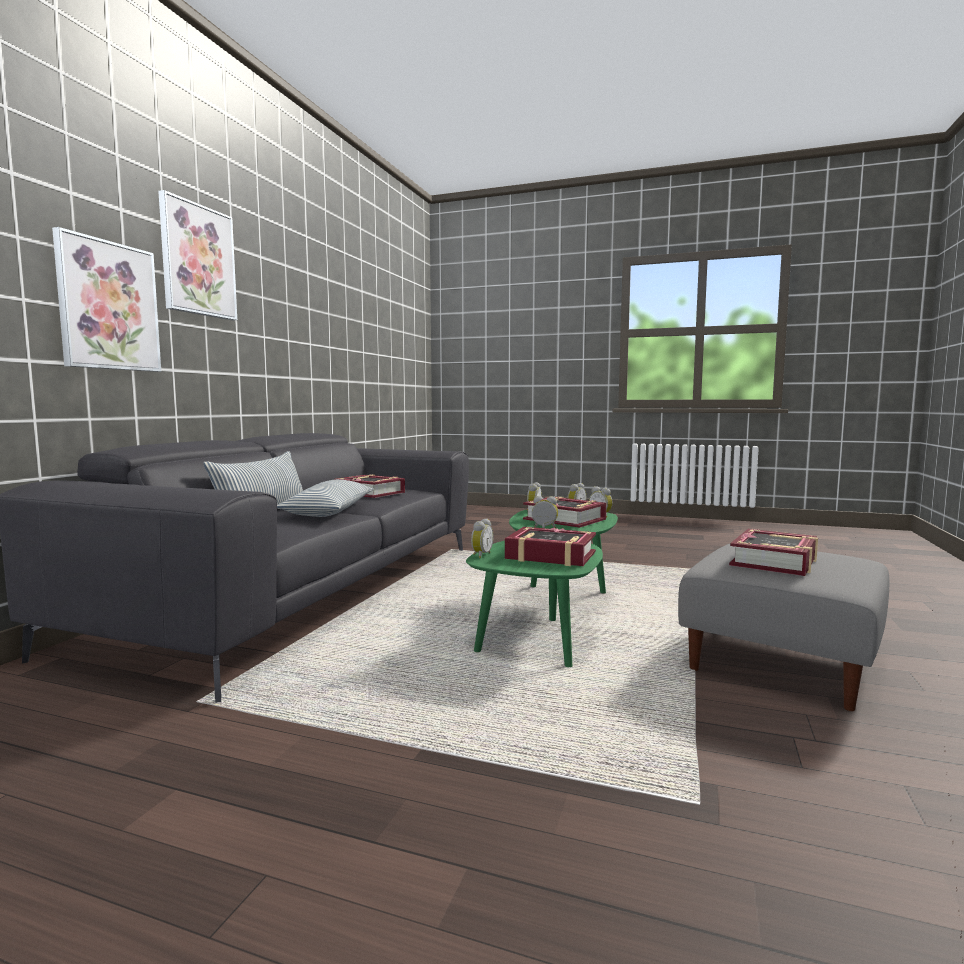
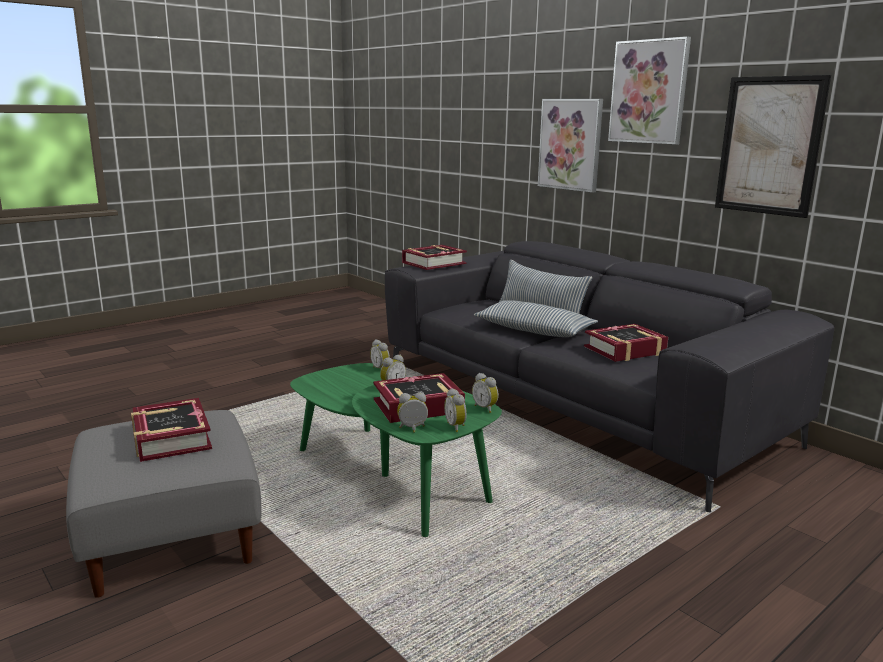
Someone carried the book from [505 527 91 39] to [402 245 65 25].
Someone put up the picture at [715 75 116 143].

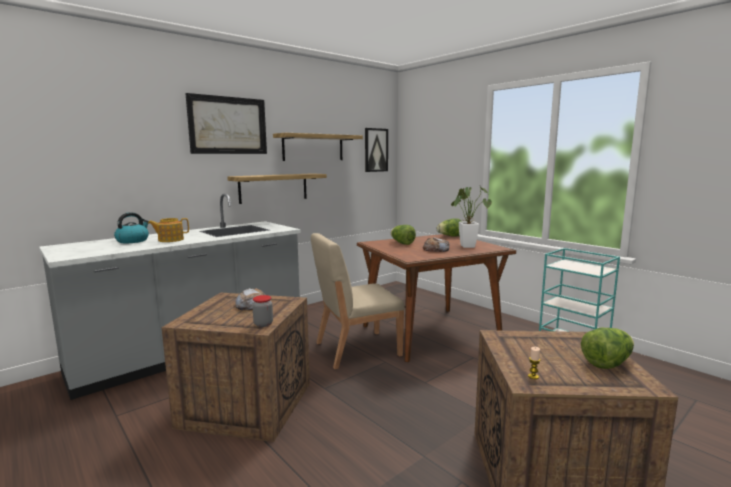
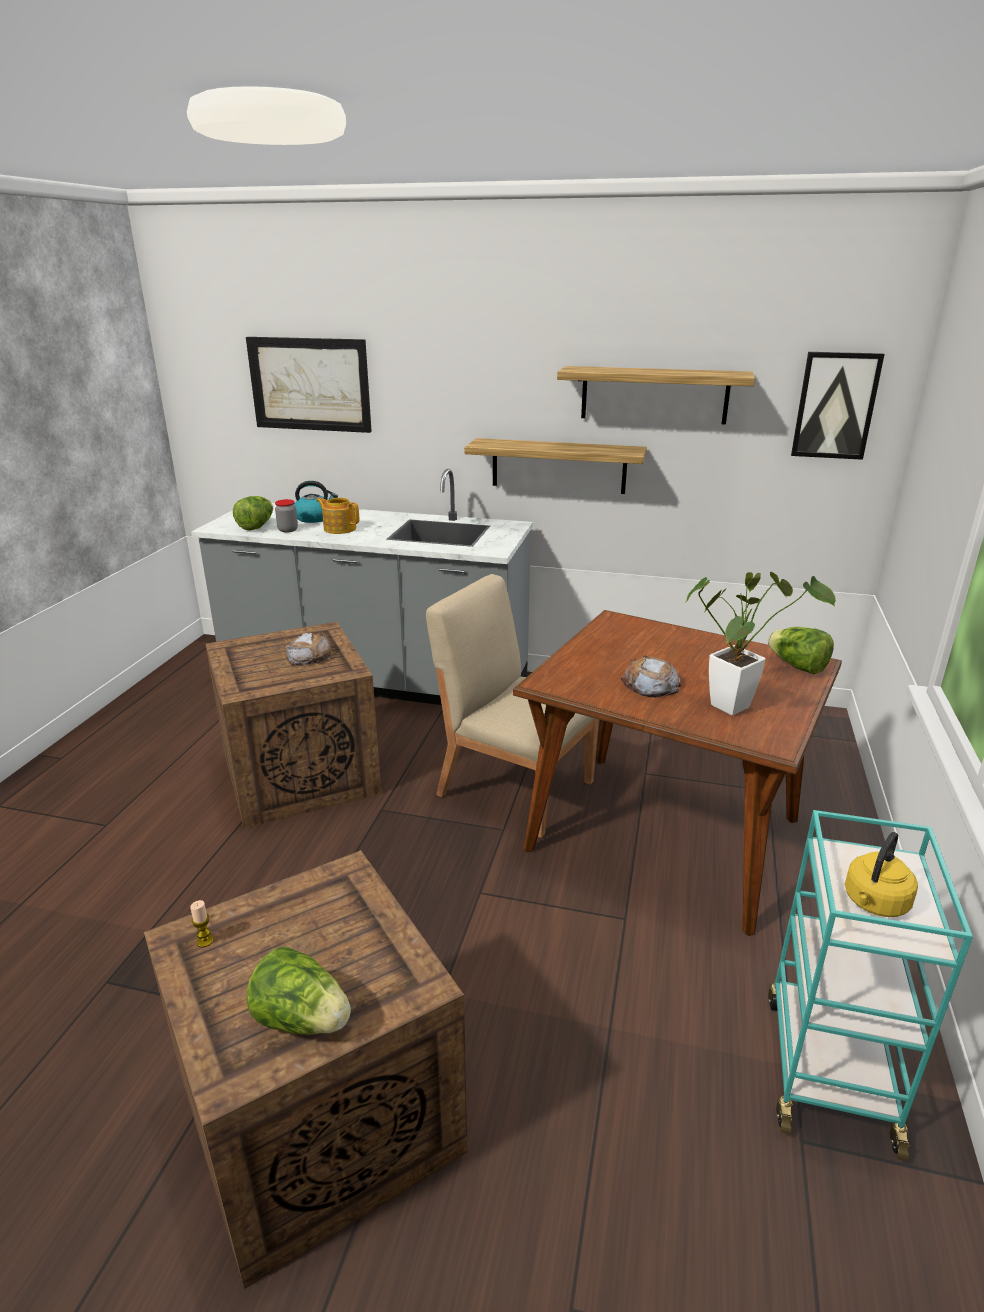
Someone carried the picture from [185 93 82 61] to [246 337 126 96].
Someone carried the jar from [252 295 21 32] to [275 499 23 34].
Someone carried the lettuce from [391 225 25 20] to [233 496 40 35].
Someone put down the yellow kettle at [845 832 73 85].

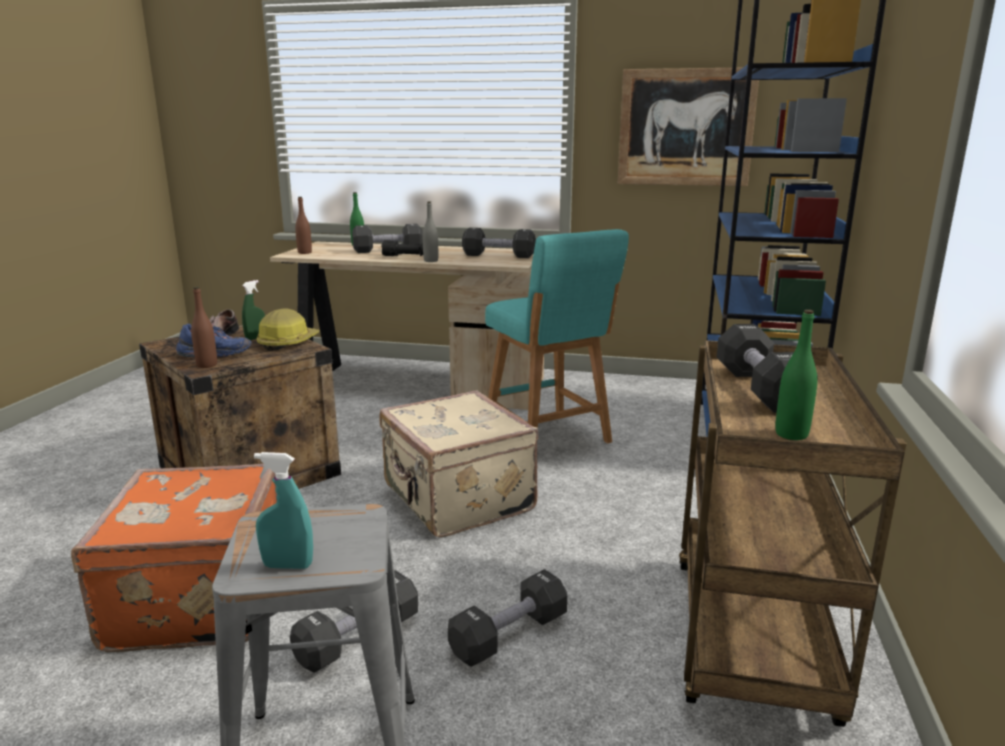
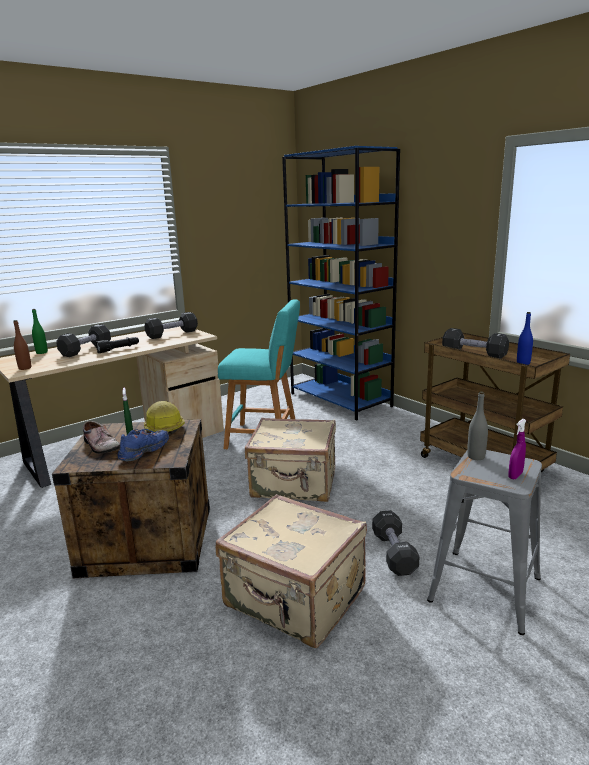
Someone repainted the orange suitcase at [71 464 206 188], which became the beige suitcase at [216 494 151 154].
Someone took away the brown bottle at [191 287 26 81].
Someone repainted the turquoise spray bottle at [254 452 59 117], which became the purple spray bottle at [508 419 18 60].
Someone carried the grey bottle from [423 201 15 61] to [467 391 21 69].
Someone took away the black dumbbell at [448 569 119 98].
Someone took away the picture at [618 67 141 119].
Someone repainted the green bottle at [775 310 42 130], which became the blue bottle at [517 312 16 53].

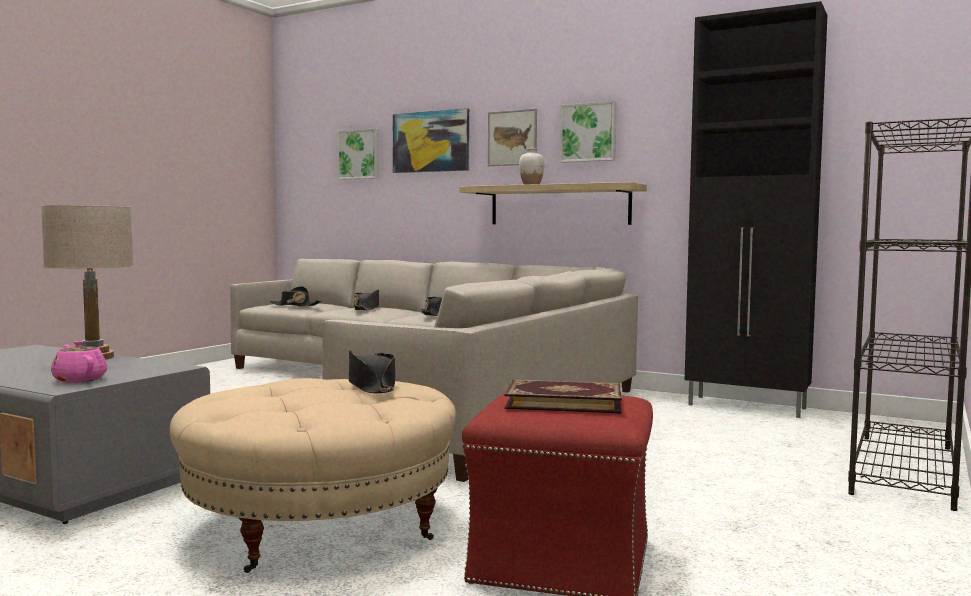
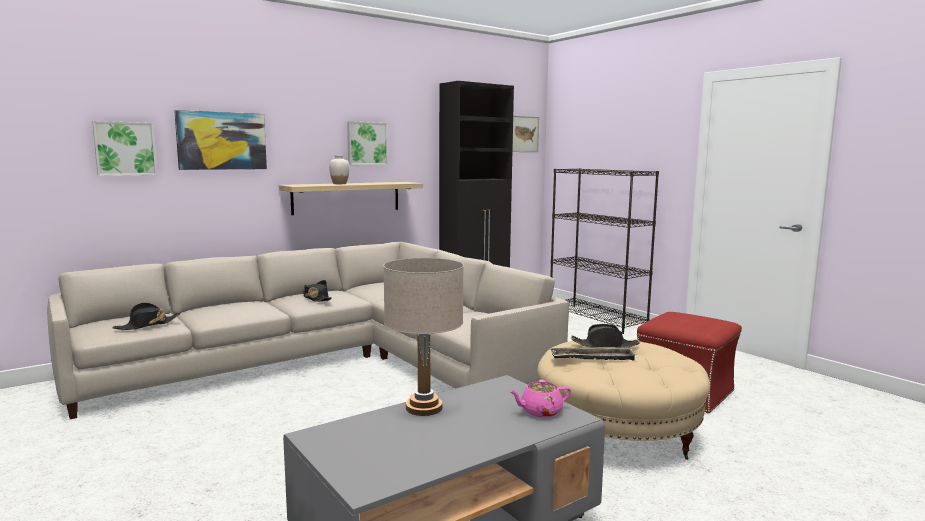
Someone took away the black hat at [353 290 26 20].
Someone carried the picture from [488 109 49 57] to [512 116 27 36].
Someone took away the book at [505 380 117 34].
Someone put down the tray at [550 347 87 14].

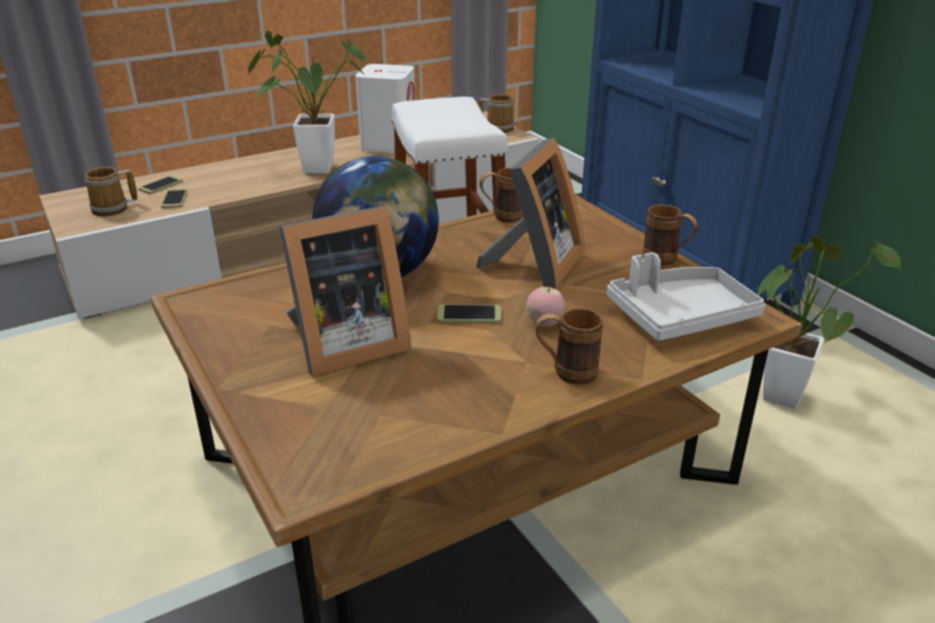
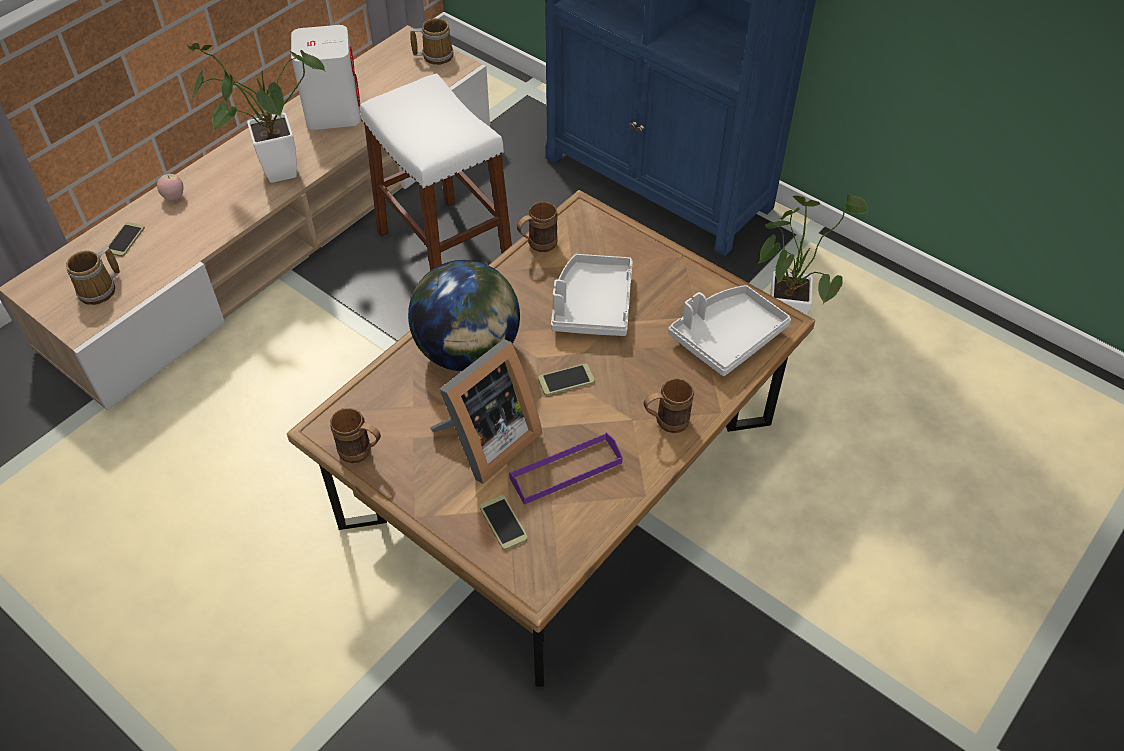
Someone carried the phone from [161 189 27 19] to [480 495 48 55].
Someone swapped the picture frame at [476 138 109 151] for the grey tray at [551 254 82 82].
Someone carried the apple from [527 286 38 41] to [157 174 26 27].
Someone carried the brown mug from [643 204 55 62] to [330 408 51 55].
Someone put down the purple tray at [509 432 114 73].

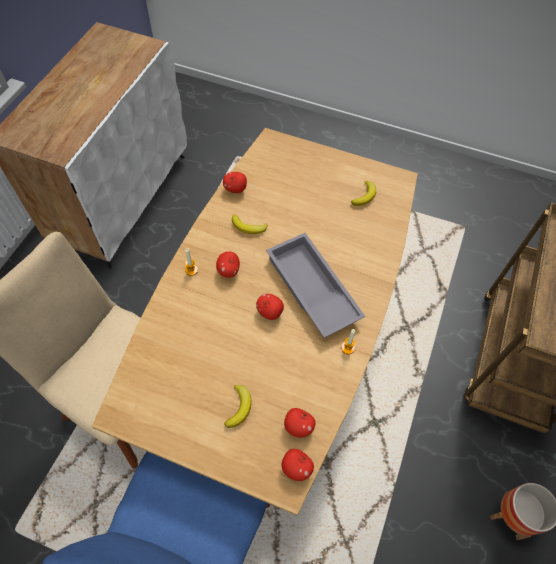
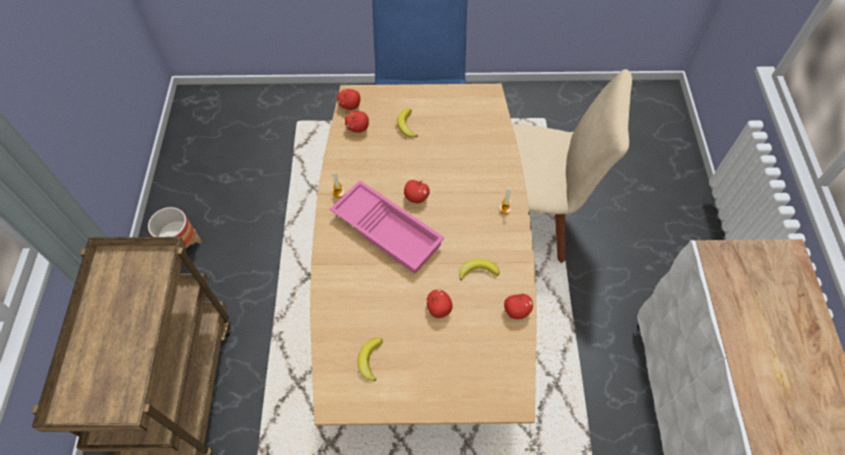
Someone carried the apple from [216 251 24 27] to [427 290 25 28].
Someone repainted the grey tray at [266 233 99 105], which became the pink tray at [330 180 115 94].

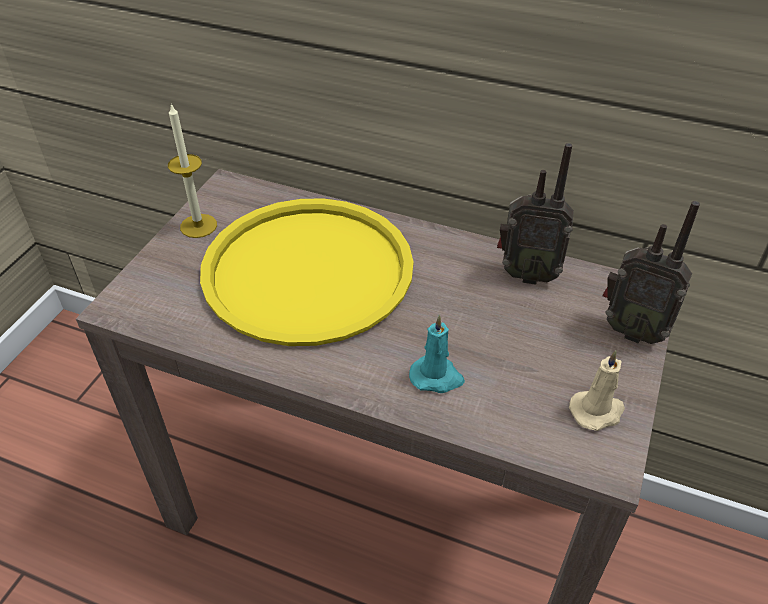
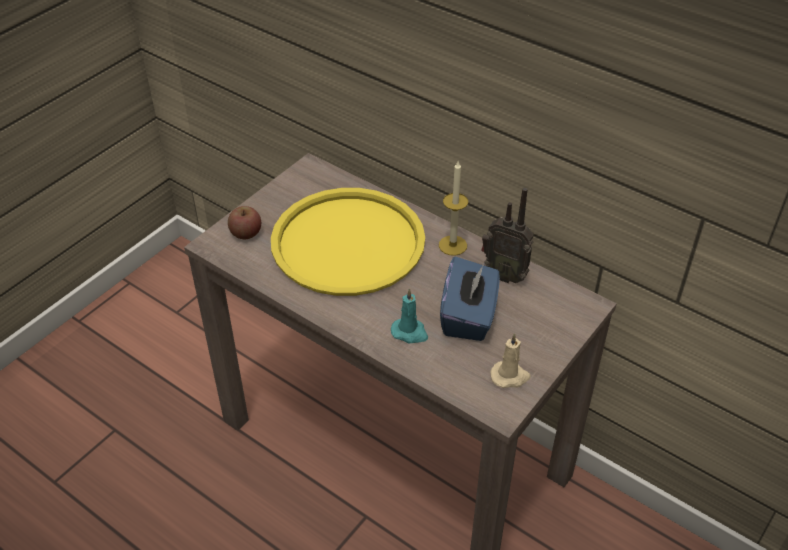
Someone carried the candle from [168 104 49 134] to [439 162 29 94].
Someone took away the radio at [603 201 97 143].
Someone put down the apple at [228 206 33 33].
Someone put down the blue tissue box at [440 256 60 85].

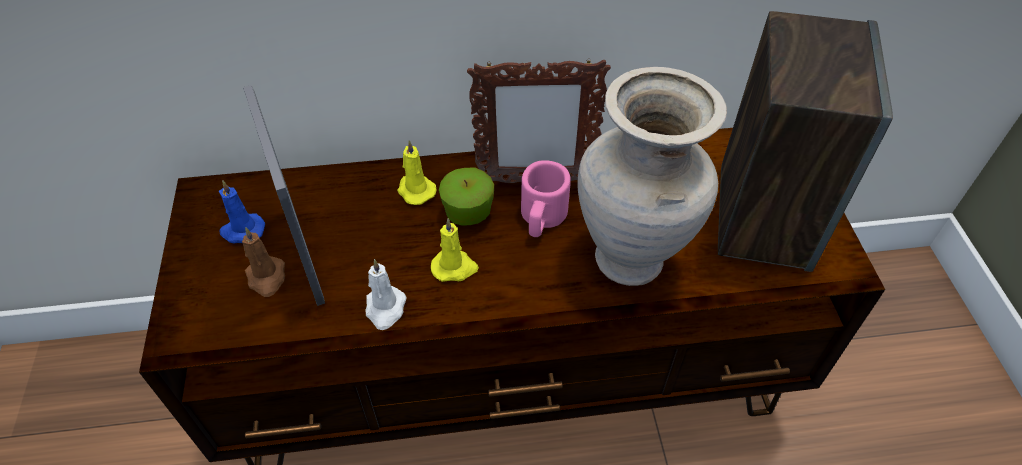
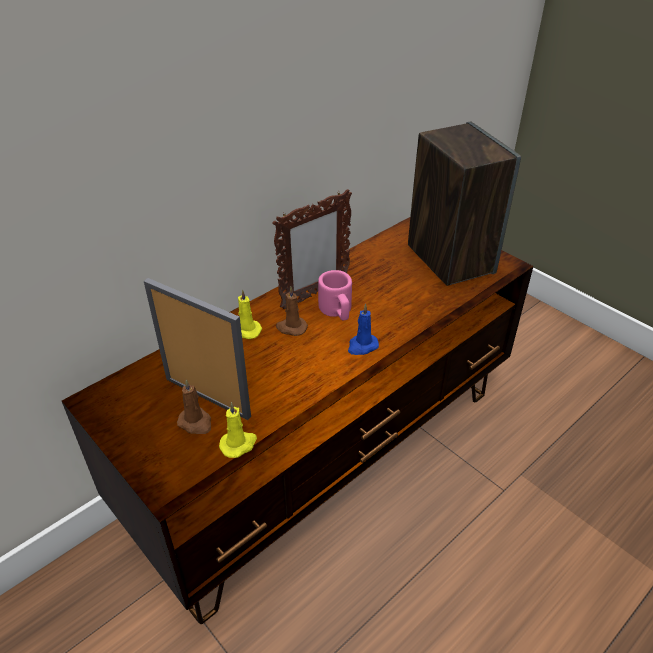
Someone carried the blue candle from [219 180 46 64] to [348 303 31 52].
Someone took away the white candle at [366 259 41 71].
Someone carried the yellow candle from [431 218 48 64] to [219 402 38 56].
Someone swapped the apple at [439 168 55 58] for the brown candle at [276 287 32 49].
Someone took away the beige vase at [578 67 149 219].

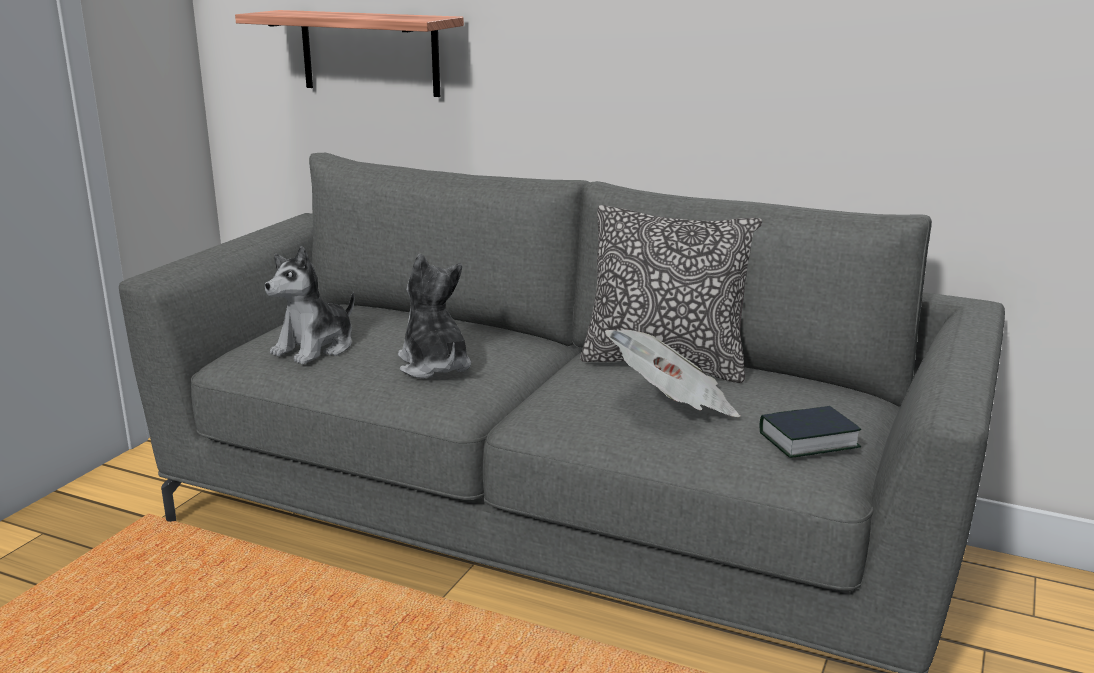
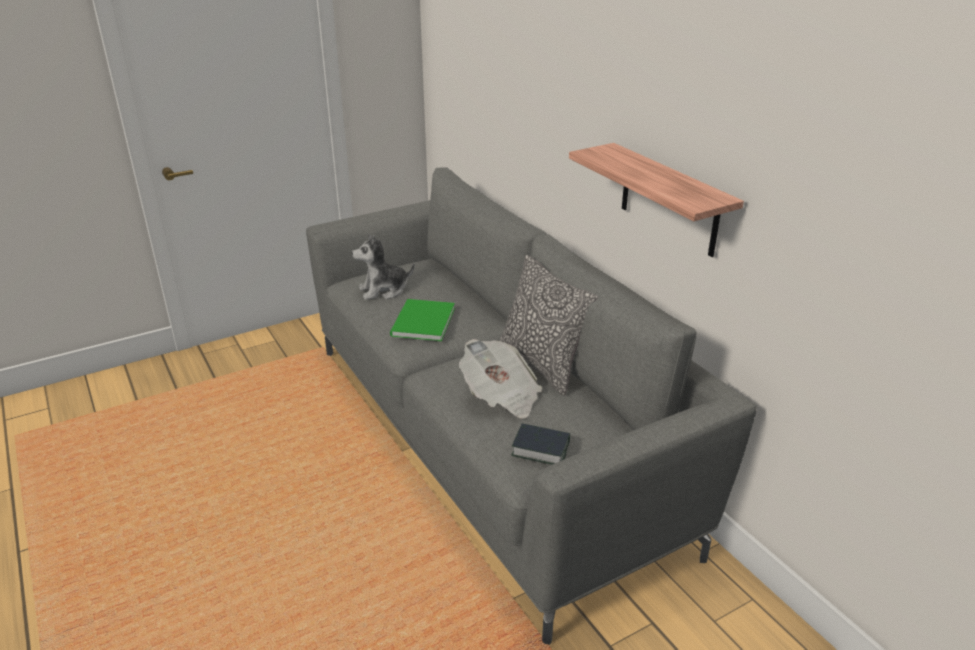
Someone carried the shelf from [235 10 229 87] to [569 143 175 114].
Someone swapped the plush toy at [398 254 73 125] for the green book at [390 299 65 42].

